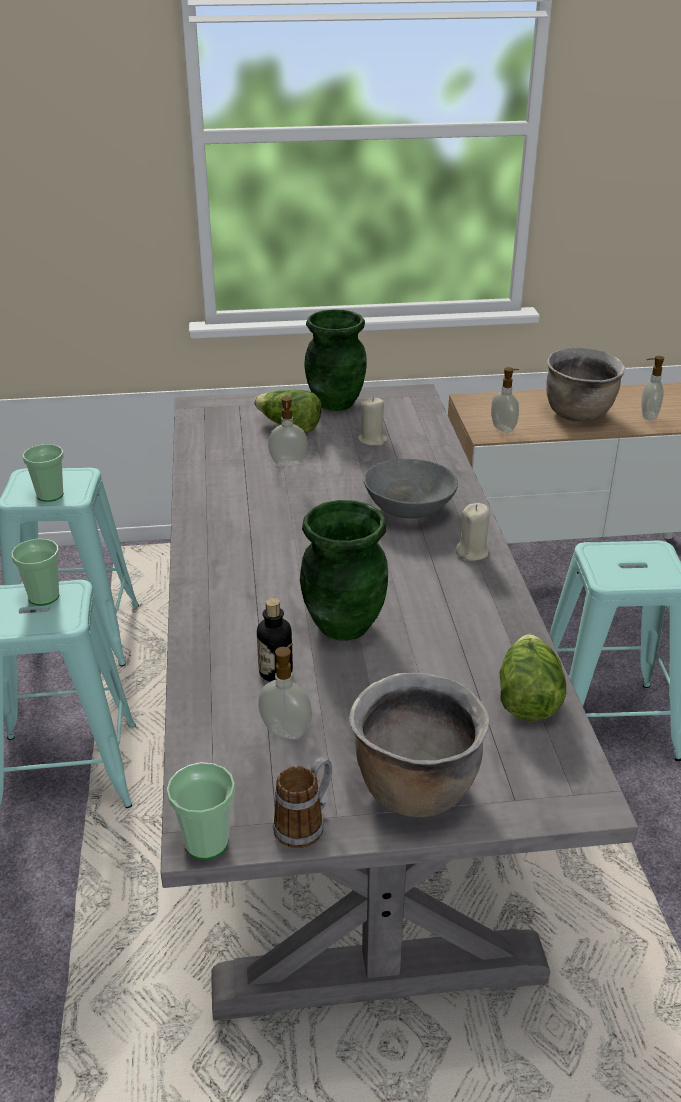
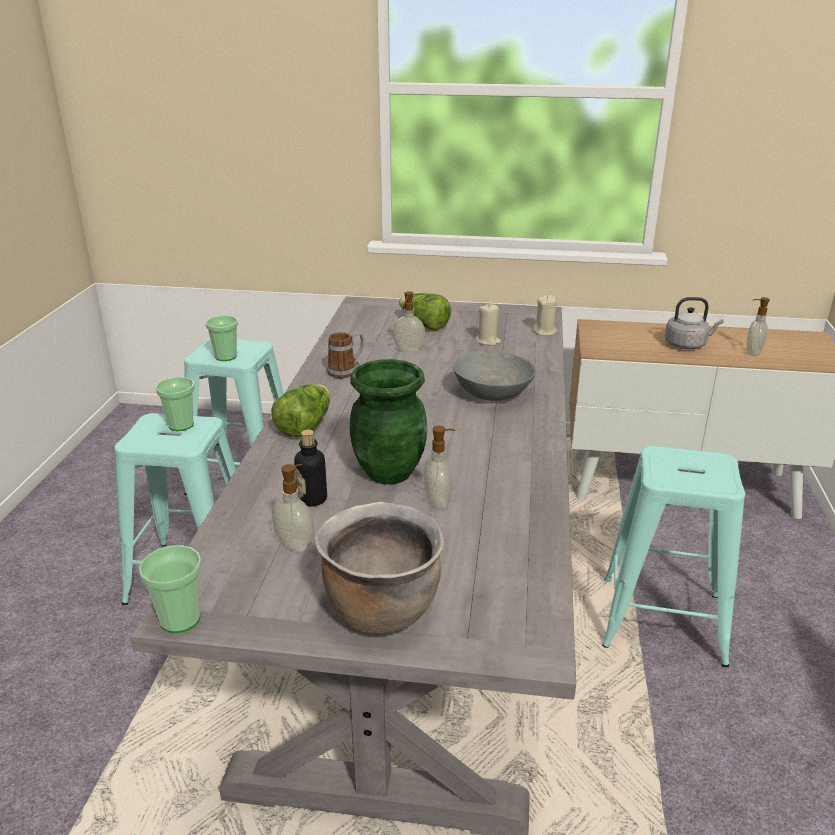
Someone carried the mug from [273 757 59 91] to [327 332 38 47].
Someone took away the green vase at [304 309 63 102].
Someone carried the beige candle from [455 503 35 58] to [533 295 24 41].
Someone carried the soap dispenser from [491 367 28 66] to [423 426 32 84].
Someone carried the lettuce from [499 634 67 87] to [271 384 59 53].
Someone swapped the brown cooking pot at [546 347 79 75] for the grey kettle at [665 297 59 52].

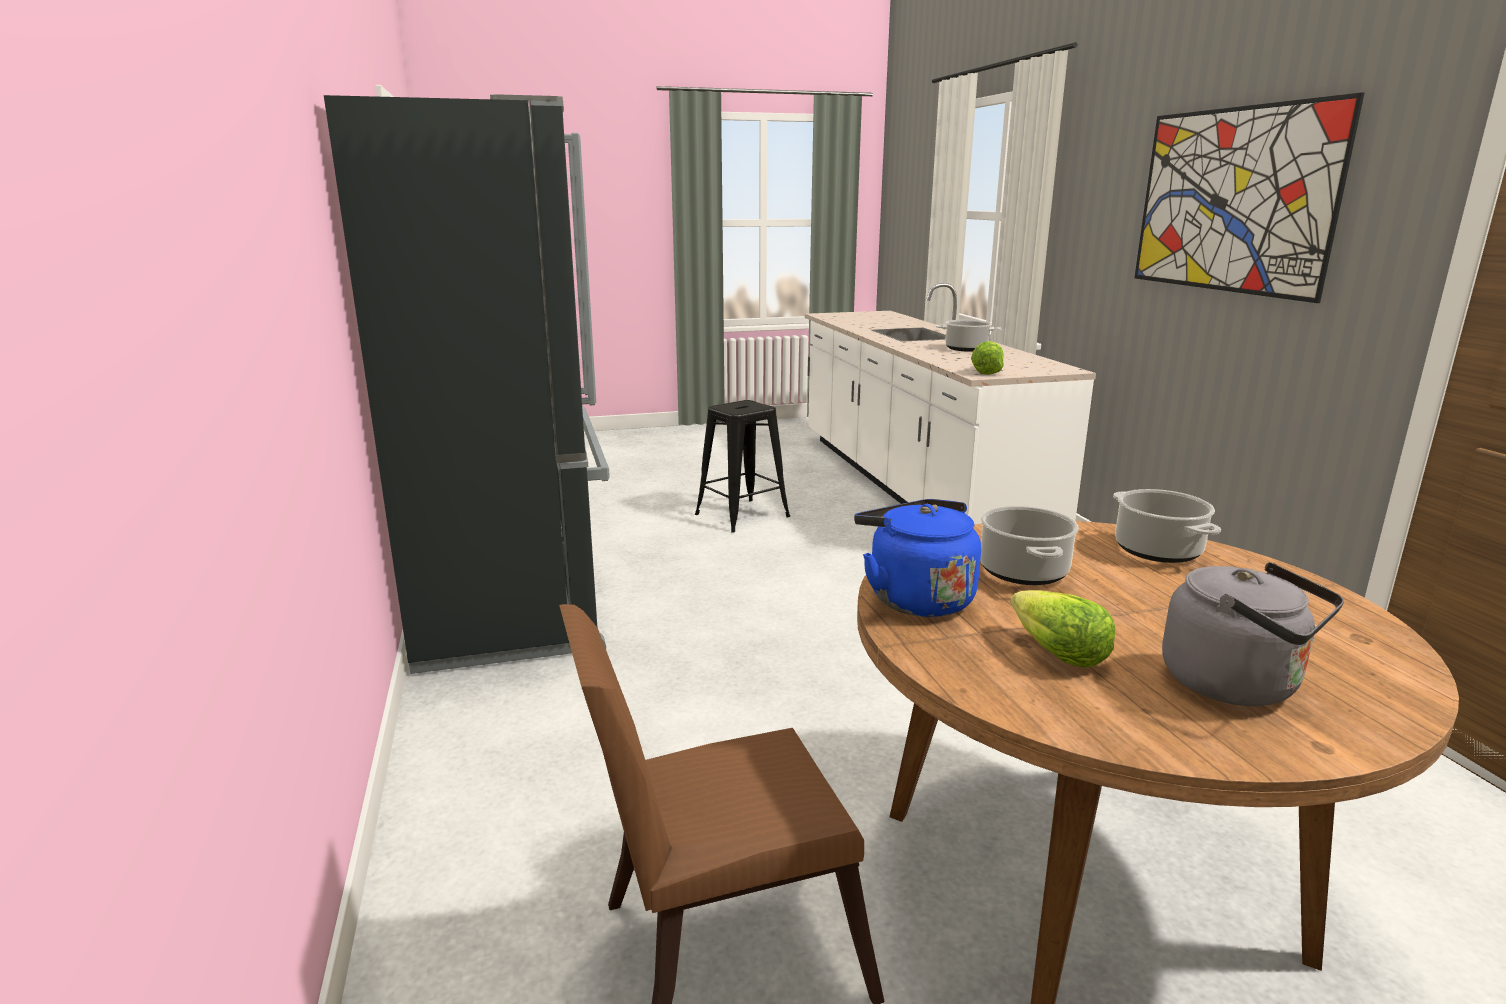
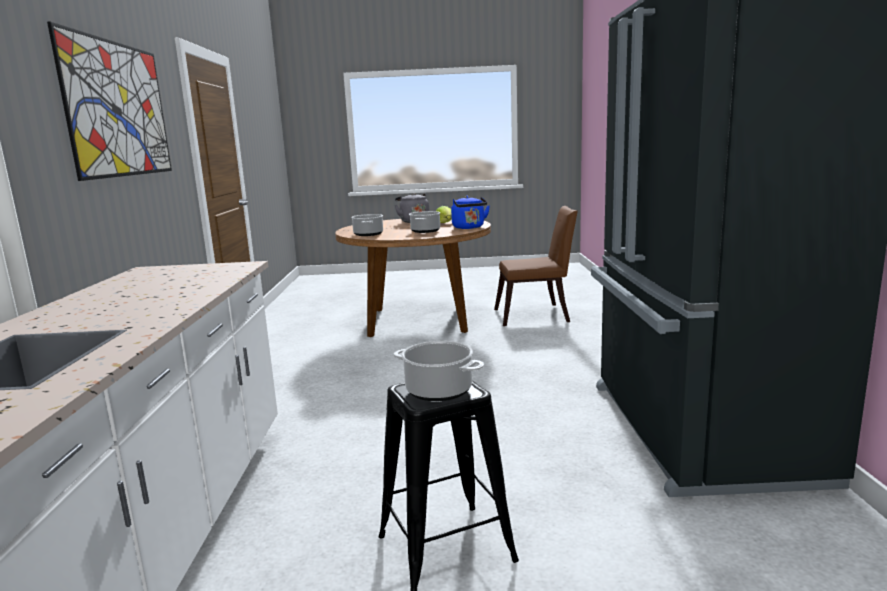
Someone carried the cooking pot from [936 320 66 32] to [394 341 90 60].
Someone took away the lettuce at [971 341 33 34].

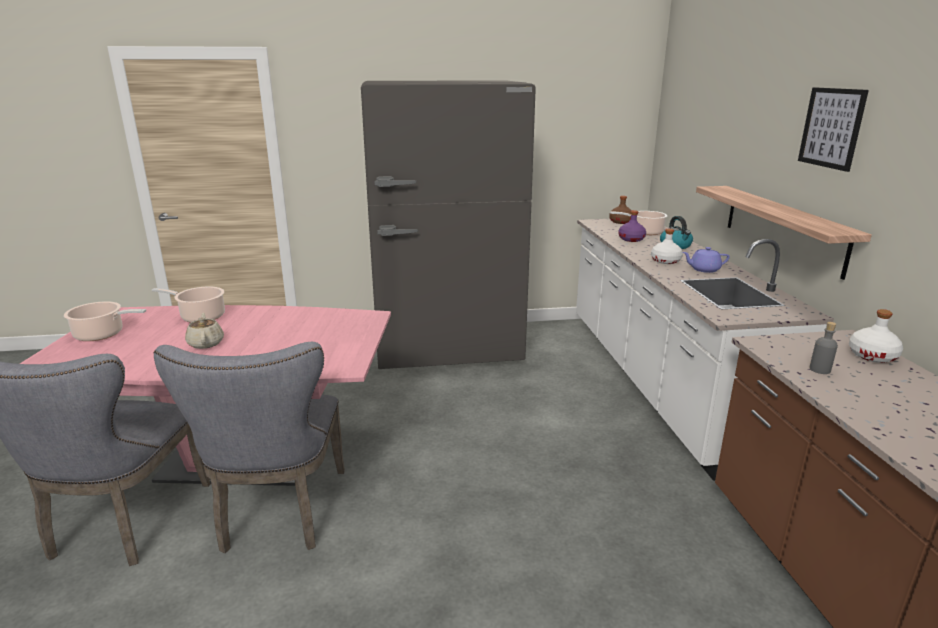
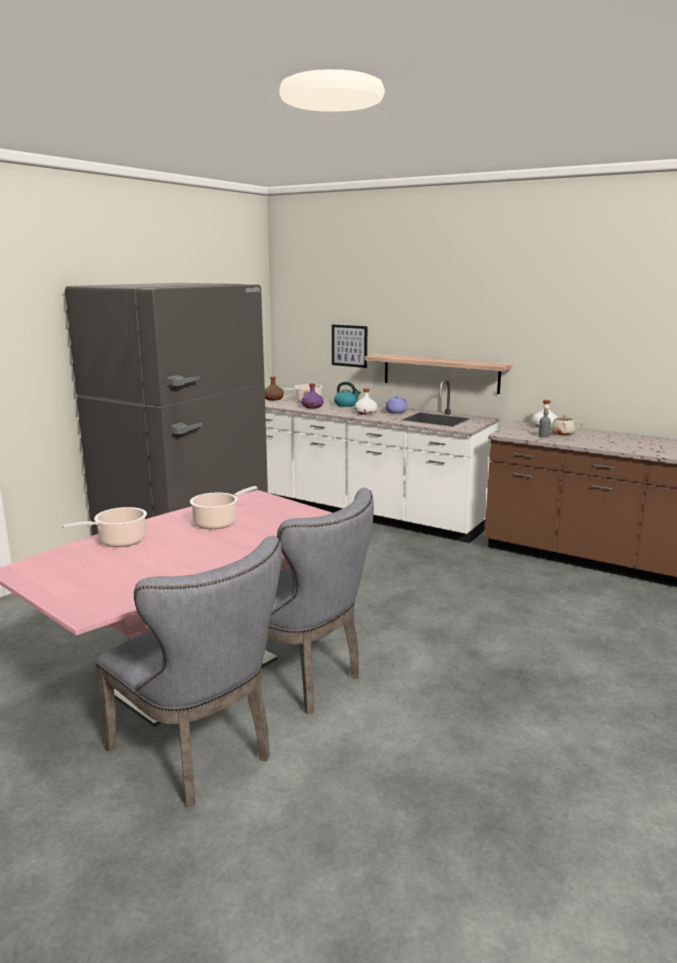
Someone carried the cooking pot from [64 301 82 40] to [190 486 68 43].
Someone carried the beige teapot from [185 313 39 36] to [550 415 33 21].
Someone carried the picture from [798 87 71 85] to [332 325 35 43].

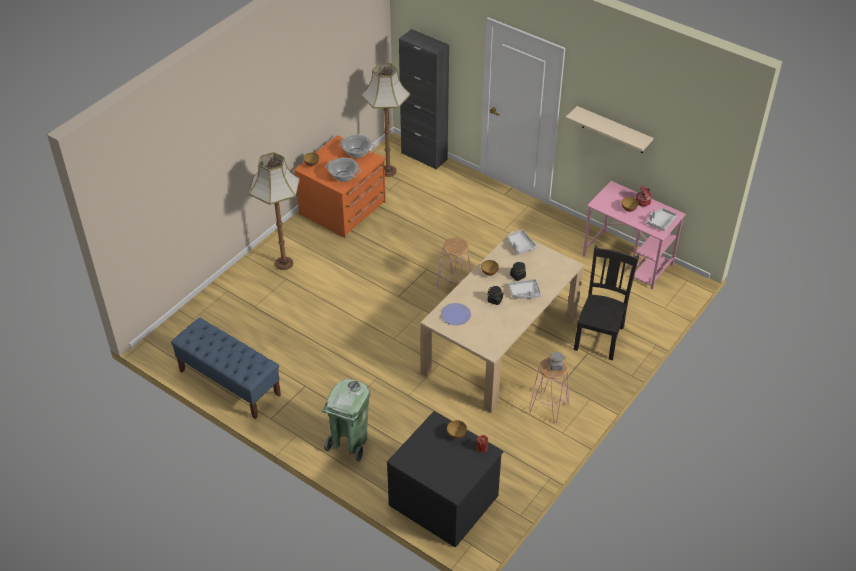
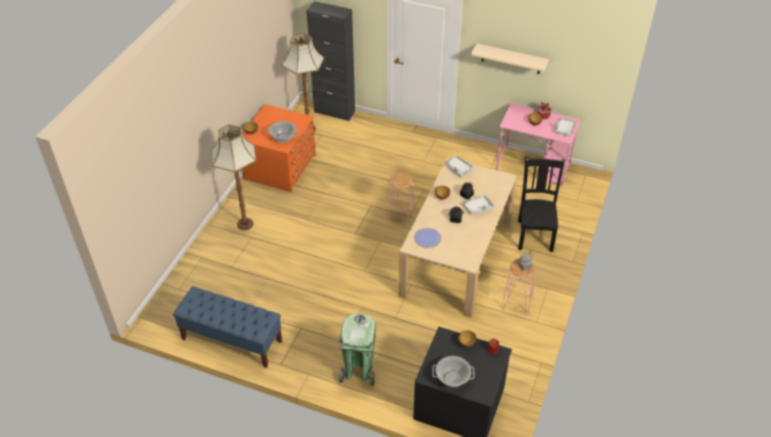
Someone carried the cooking pot from [339 135 36 23] to [432 356 42 31].

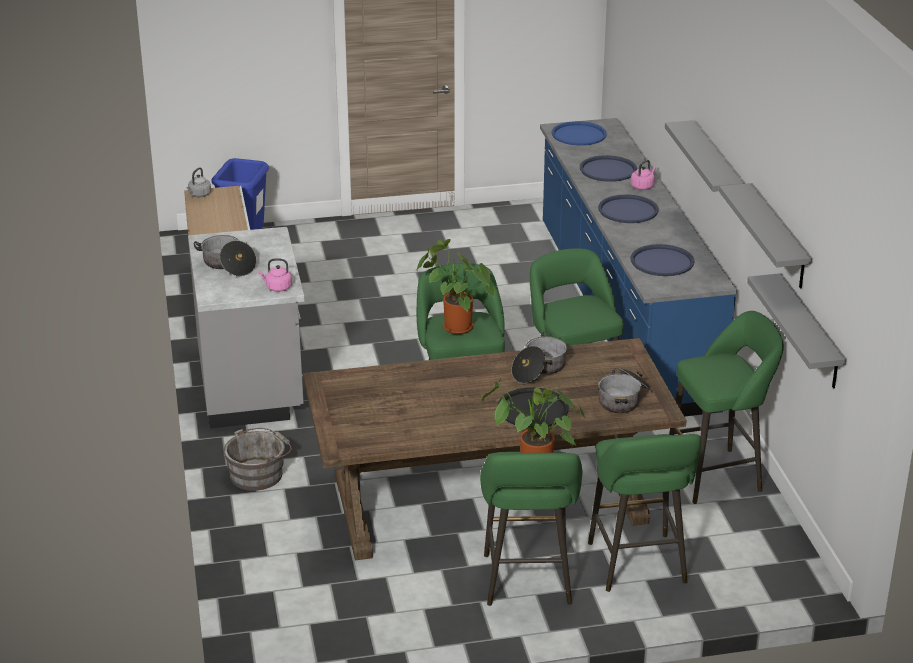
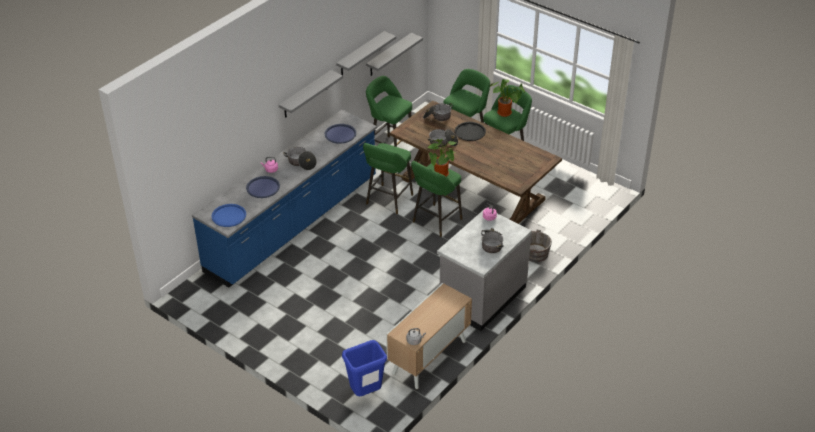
Someone swapped the blue tray at [598 195 61 28] for the cooking pot at [283 147 34 23].

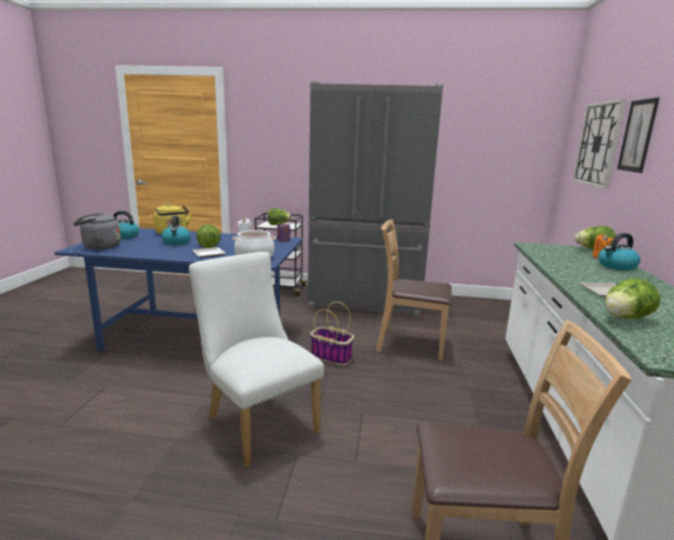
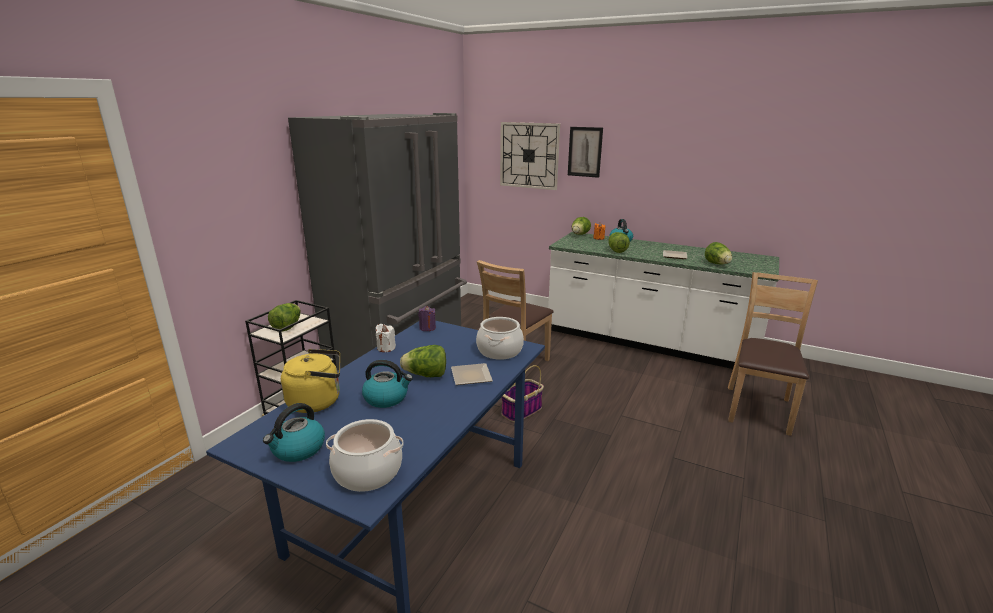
Someone swapped the grey kettle at [73 212 48 37] for the cooking pot at [326 419 78 73].
Someone took away the white chair at [189 252 135 216].
Someone put down the lettuce at [608 232 22 21].

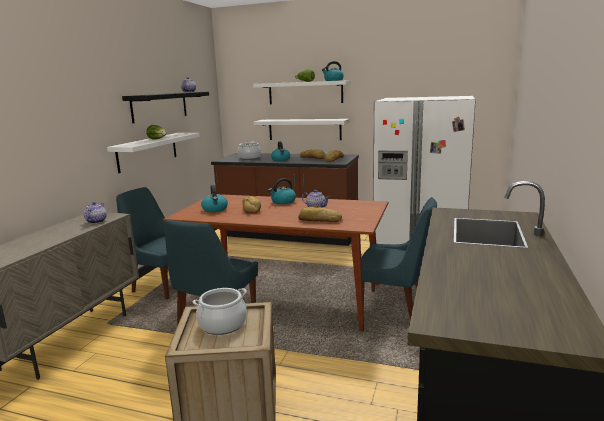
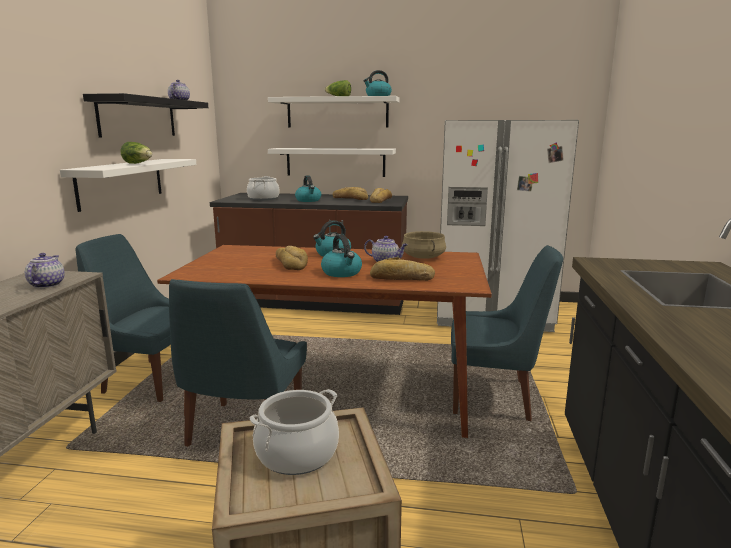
Someone carried the kettle from [201 185 27 27] to [321 234 41 43].
Someone put down the beige cooking pot at [402 231 44 28].

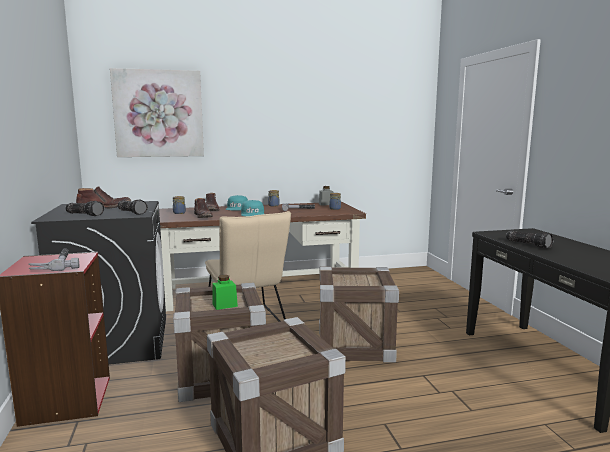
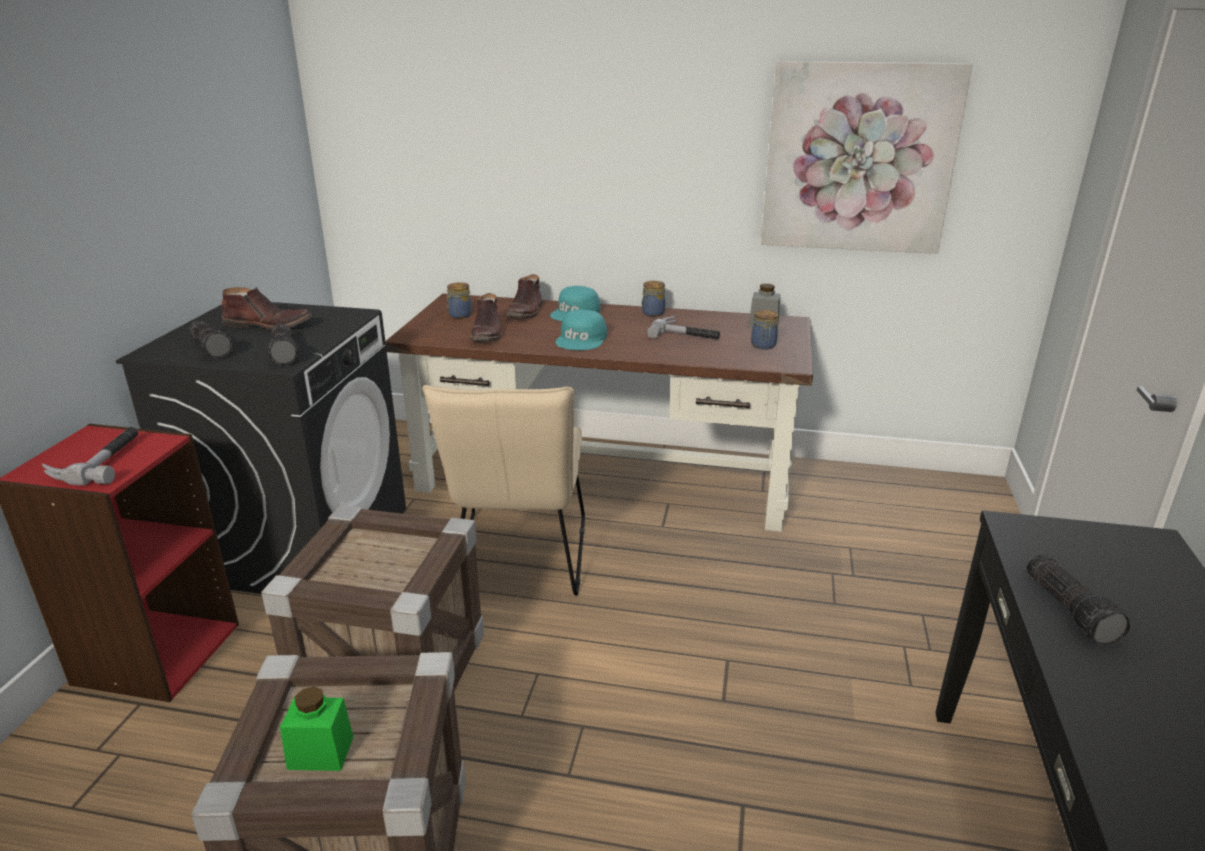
Someone carried the picture from [110 68 94 89] to [761 61 212 193].
Someone carried the green jar from [212 275 26 35] to [280 686 73 85].
Someone took away the crate at [319 267 80 96].

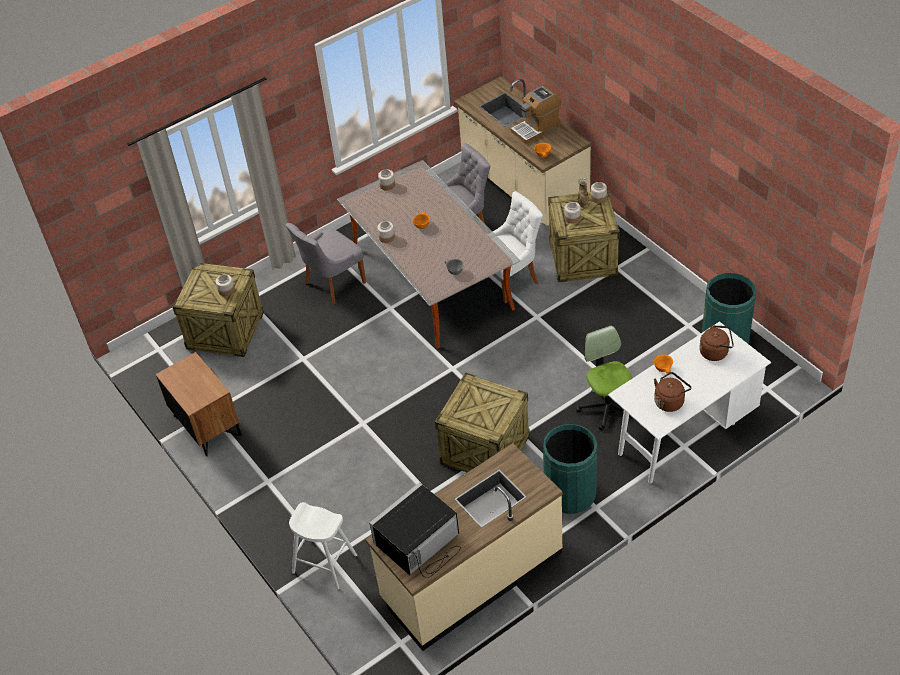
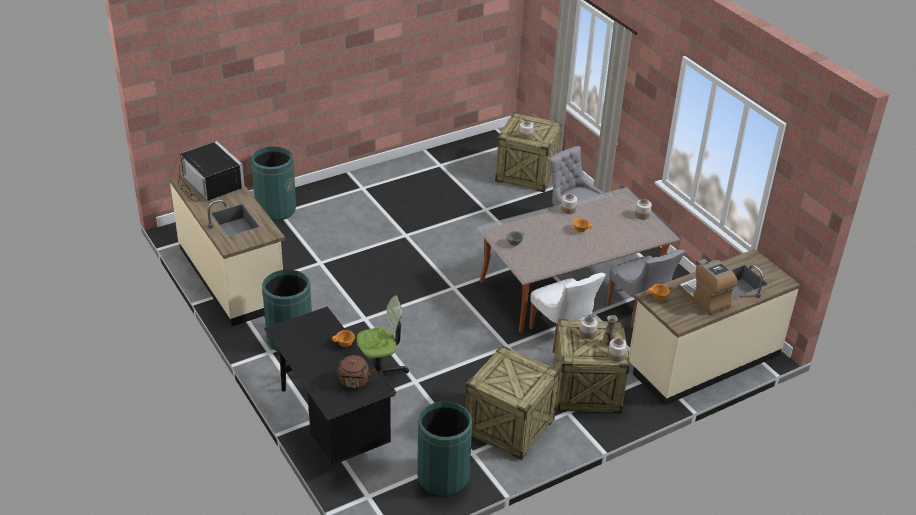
Someone took away the brown nightstand at [155 352 87 104].
Someone swapped the white stool at [289 502 68 87] for the green trash can at [251 147 45 74].
Someone carried the crate from [435 372 95 101] to [465 345 95 115].
Someone repainted the white desk at [608 321 163 163], which became the black desk at [264 306 131 160].
Someone took away the brown kettle at [654 372 37 40].

